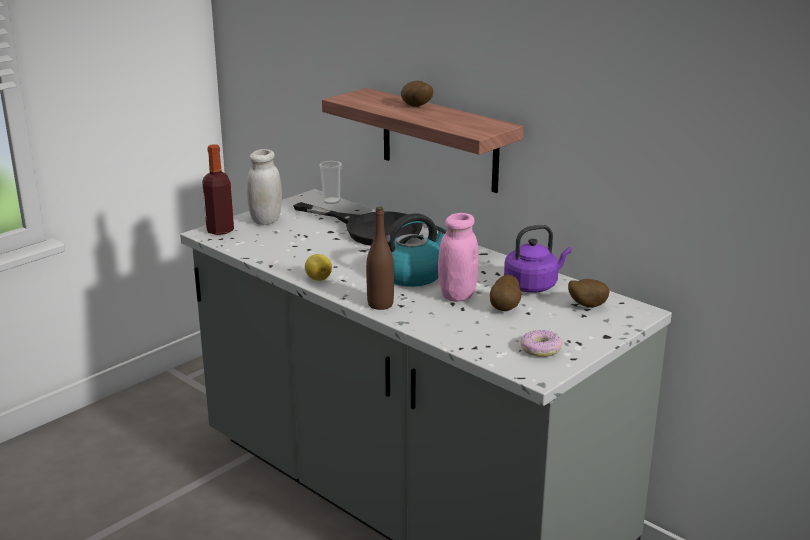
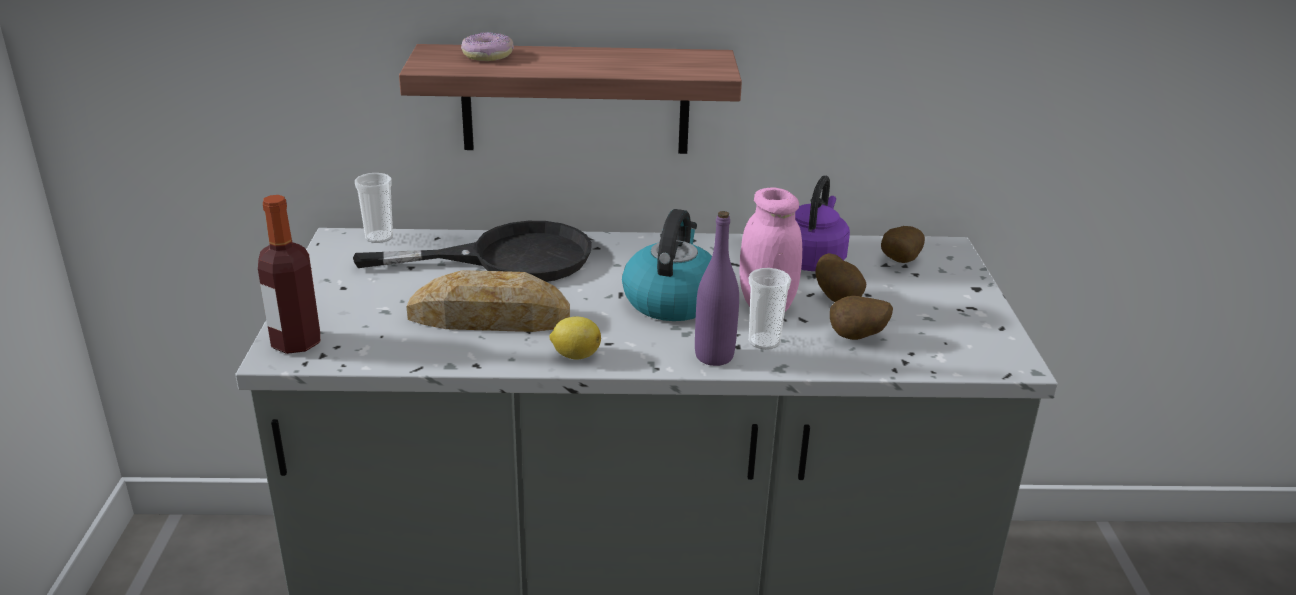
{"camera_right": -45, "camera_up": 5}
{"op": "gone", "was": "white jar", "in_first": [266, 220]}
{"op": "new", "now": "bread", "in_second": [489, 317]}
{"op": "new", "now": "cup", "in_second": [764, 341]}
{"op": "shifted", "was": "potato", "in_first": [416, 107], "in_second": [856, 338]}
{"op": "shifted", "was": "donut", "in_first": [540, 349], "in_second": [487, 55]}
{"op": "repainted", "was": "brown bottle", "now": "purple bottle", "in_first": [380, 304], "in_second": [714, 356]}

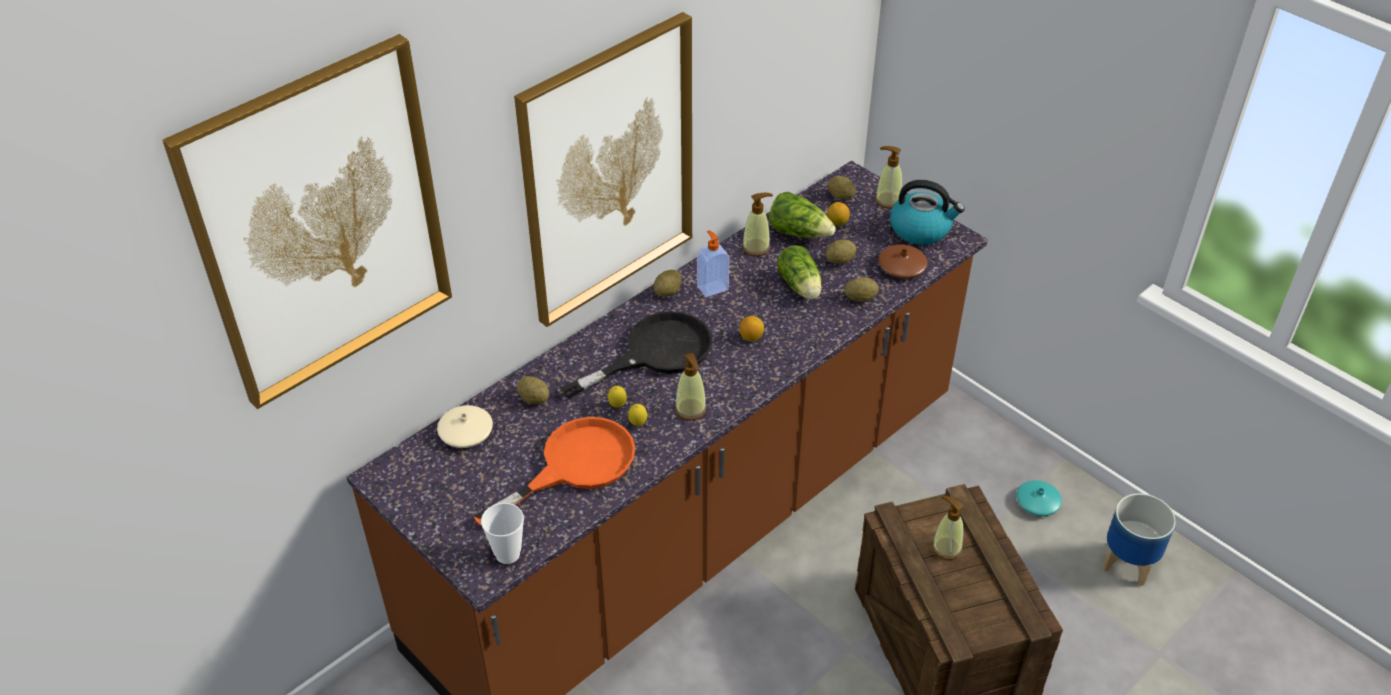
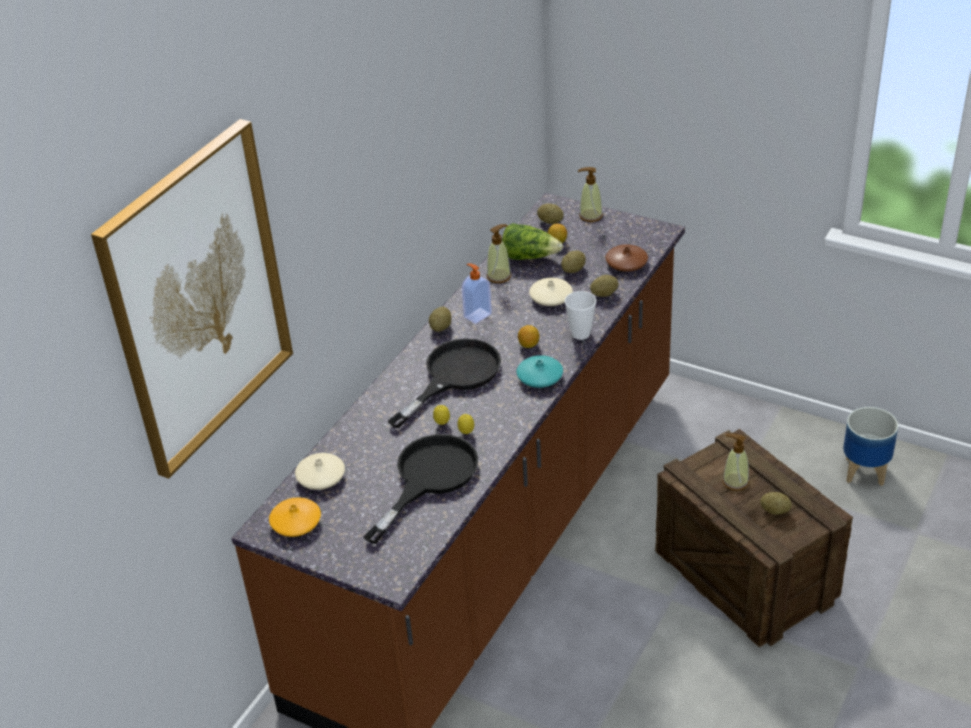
{"camera_right": -15, "camera_up": -5}
{"op": "gone", "was": "picture", "in_first": [608, 171]}
{"op": "gone", "was": "soap dispenser", "in_first": [690, 409]}
{"op": "gone", "was": "kettle", "in_first": [921, 229]}
{"op": "new", "now": "orange vase", "in_second": [296, 523]}
{"op": "shifted", "was": "cup", "in_first": [507, 554], "in_second": [580, 334]}
{"op": "shifted", "was": "potato", "in_first": [534, 399], "in_second": [775, 511]}
{"op": "shifted", "was": "turquoise vase", "in_first": [1037, 502], "in_second": [540, 377]}
{"op": "swapped", "was": "lettuce", "now": "beige vase", "in_first": [800, 287], "in_second": [551, 297]}
{"op": "repainted", "was": "orange frying pan", "now": "black frying pan", "in_first": [574, 466], "in_second": [429, 478]}

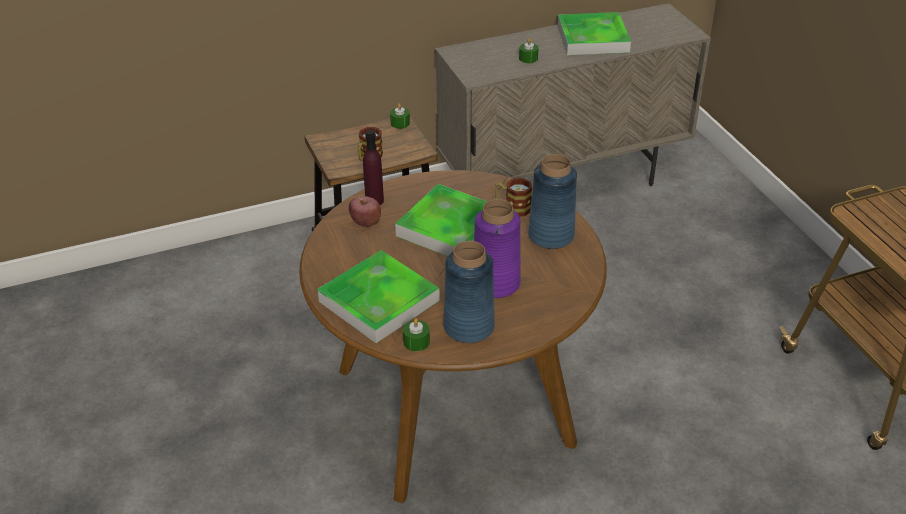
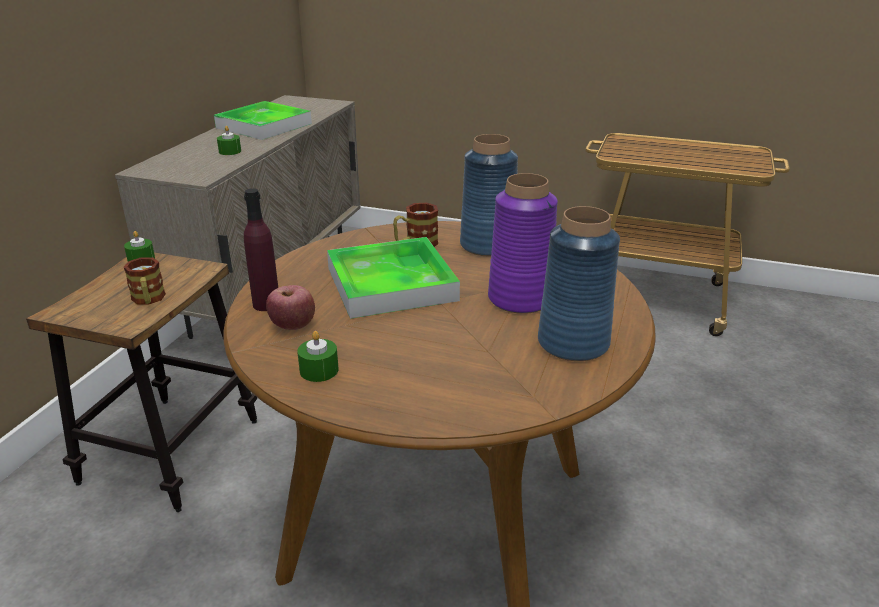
{"camera_right": -50, "camera_up": -10}
{"op": "gone", "was": "tray", "in_first": [379, 301]}
{"op": "shifted", "was": "green candle", "in_first": [416, 342], "in_second": [319, 370]}

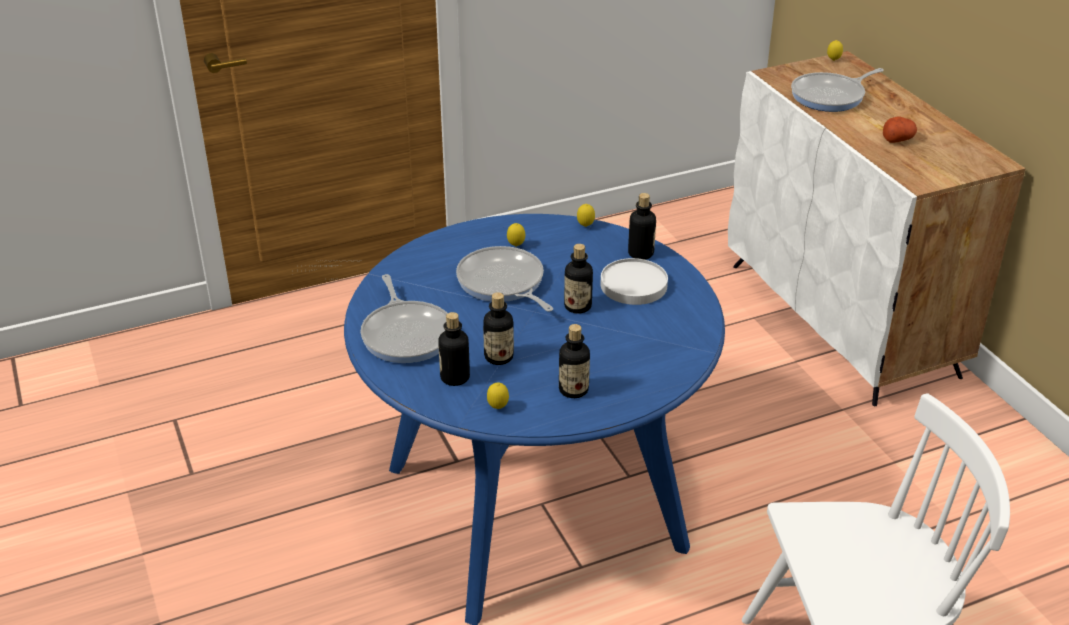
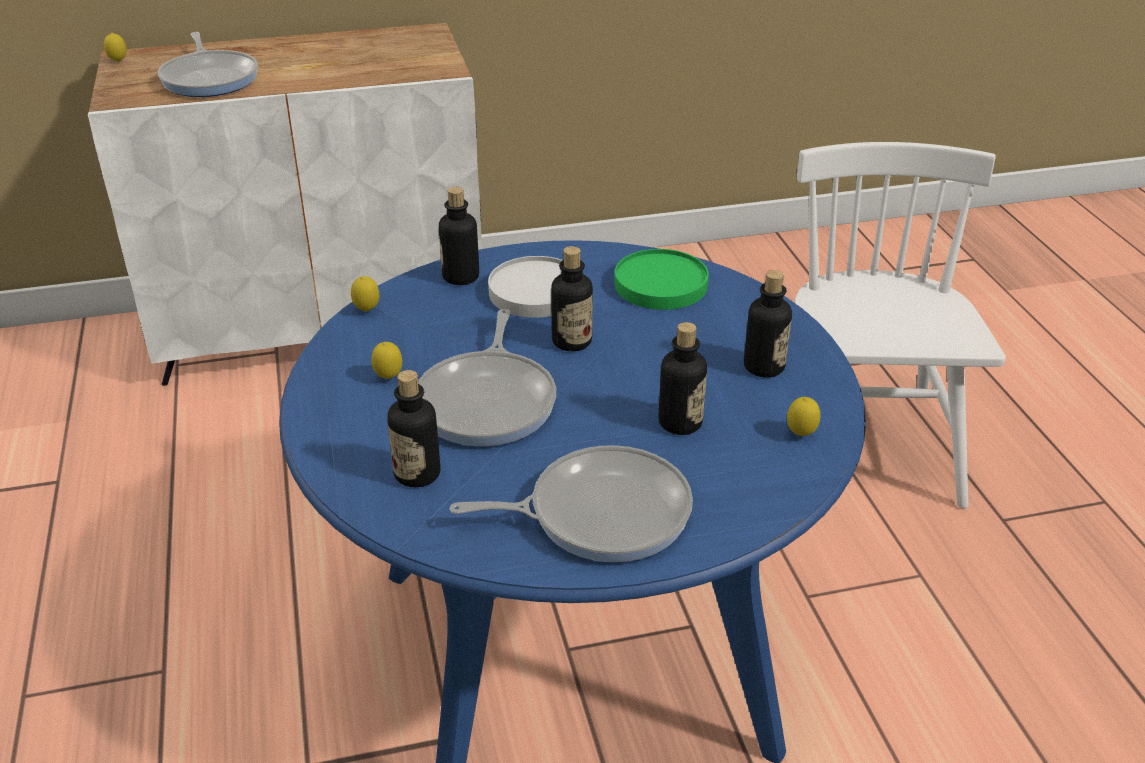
{"camera_right": -80, "camera_up": 0}
{"op": "gone", "was": "potato", "in_first": [897, 139]}
{"op": "new", "now": "green plate", "in_second": [660, 284]}
{"op": "shifted", "was": "bottle", "in_first": [455, 377], "in_second": [417, 474]}
{"op": "rotated", "was": "frying pan", "in_first": [502, 283], "in_second": [488, 401], "clockwise": -60}

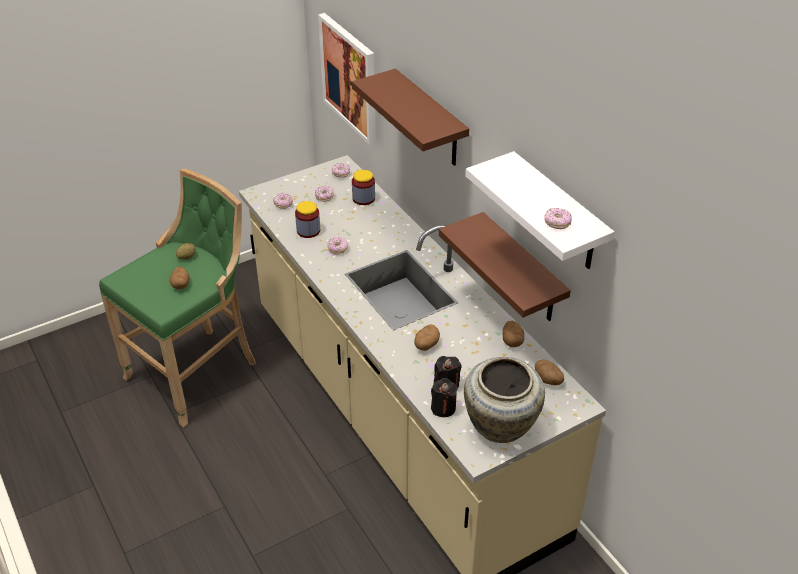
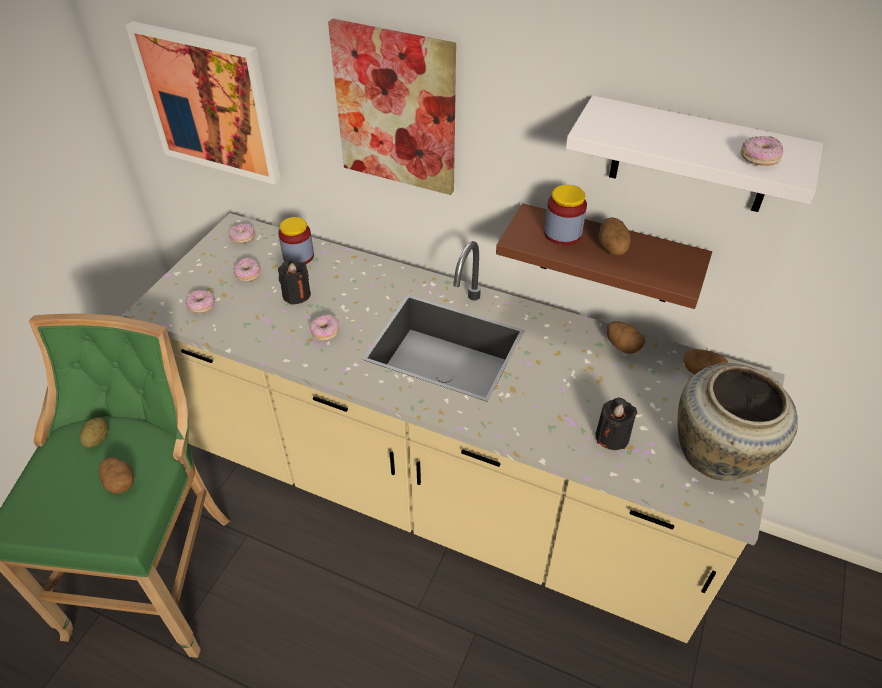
{"camera_right": -35, "camera_up": 5}
{"op": "shifted", "was": "jar", "in_first": [308, 231], "in_second": [562, 233]}
{"op": "shifted", "was": "potato", "in_first": [426, 345], "in_second": [612, 249]}
{"op": "shifted", "was": "black candle", "in_first": [443, 408], "in_second": [296, 295]}
{"op": "swapped", "was": "brown shelf", "now": "picture", "in_first": [430, 120], "in_second": [396, 109]}

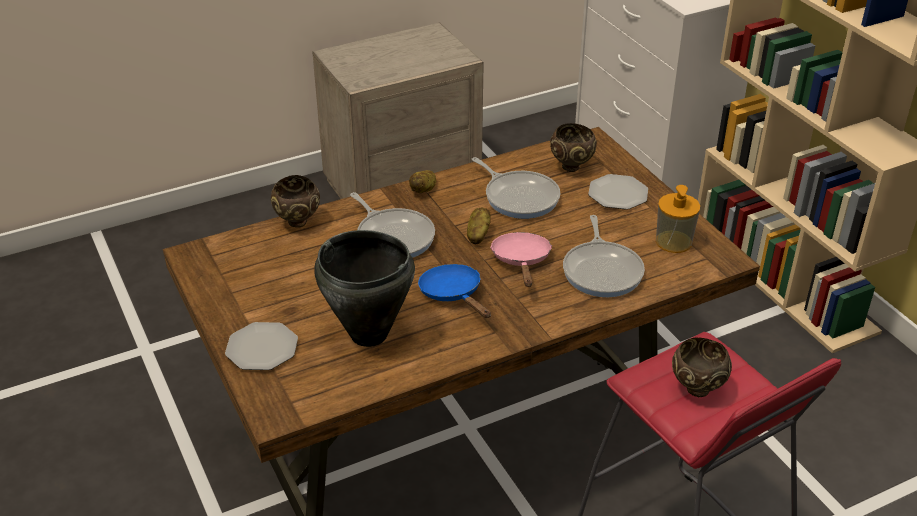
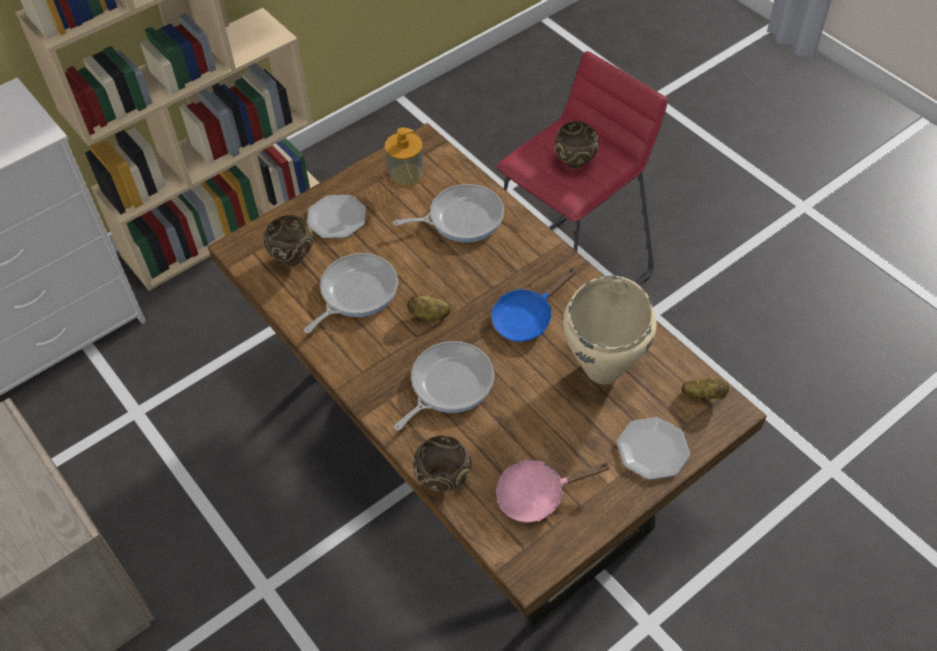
{"camera_right": -100, "camera_up": 15}
{"op": "shifted", "was": "potato", "in_first": [424, 190], "in_second": [703, 395]}
{"op": "shifted", "was": "pink frying pan", "in_first": [521, 261], "in_second": [537, 494]}
{"op": "repainted", "was": "black cooking pot", "now": "beige cooking pot", "in_first": [369, 335], "in_second": [603, 369]}

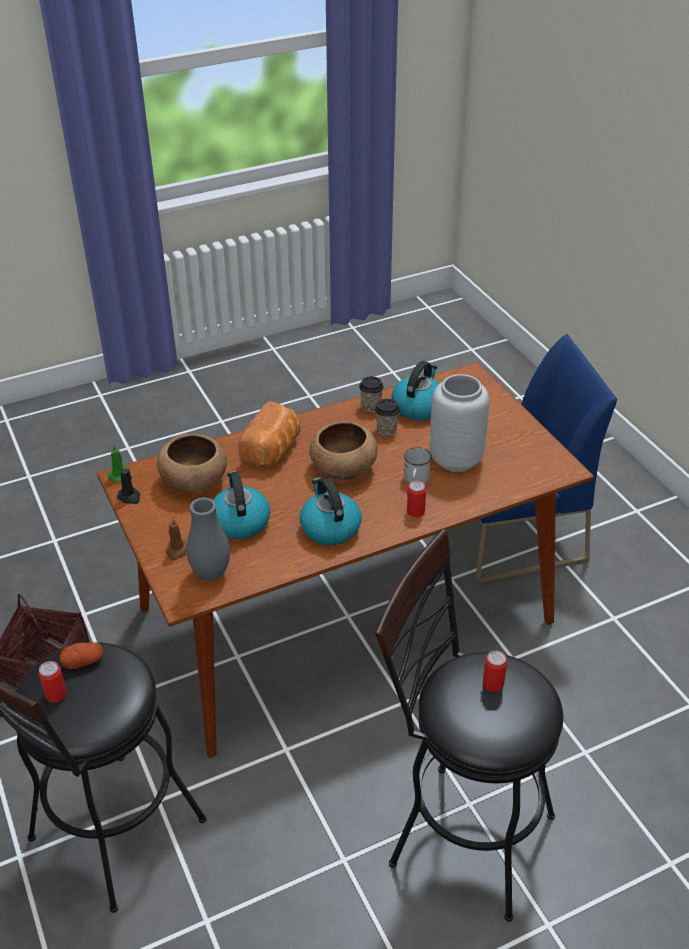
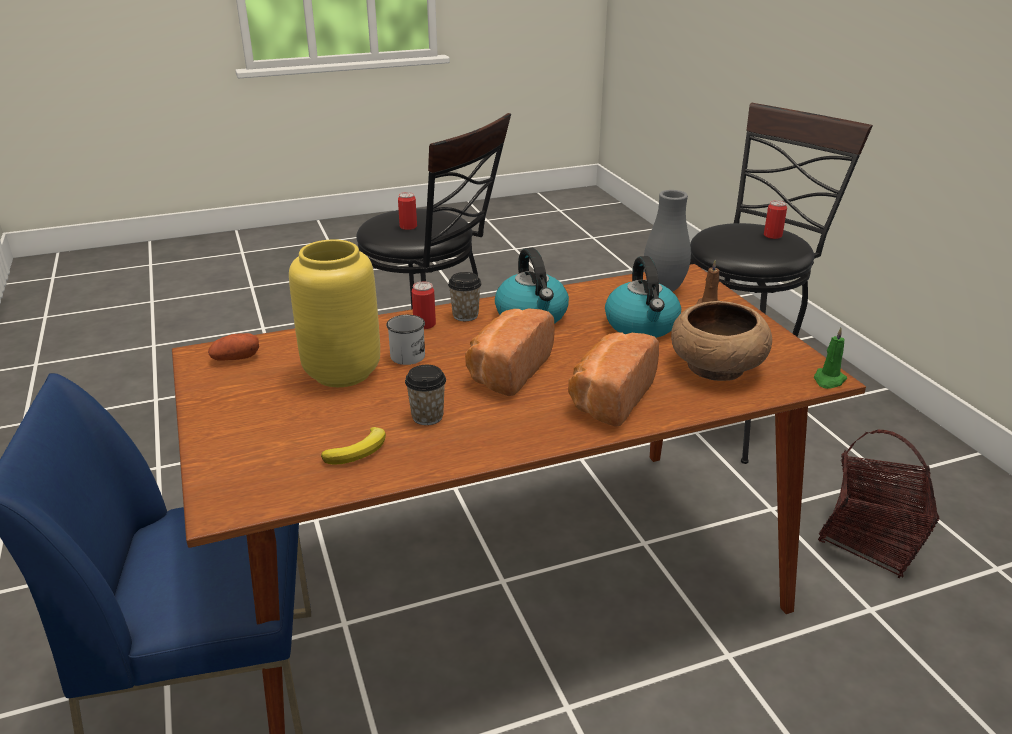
{"camera_right": -175, "camera_up": -10}
{"op": "gone", "was": "black candle", "in_first": [129, 497]}
{"op": "shifted", "was": "potato", "in_first": [83, 661], "in_second": [235, 358]}
{"op": "shifted", "was": "cup", "in_first": [371, 407], "in_second": [465, 315]}
{"op": "swapped", "was": "brown bowl", "now": "bread", "in_first": [343, 468], "in_second": [507, 371]}
{"op": "swapped", "was": "kettle", "now": "banana", "in_first": [418, 406], "in_second": [359, 451]}
{"op": "repainted", "was": "grey vase", "now": "yellow vase", "in_first": [455, 460], "in_second": [344, 372]}

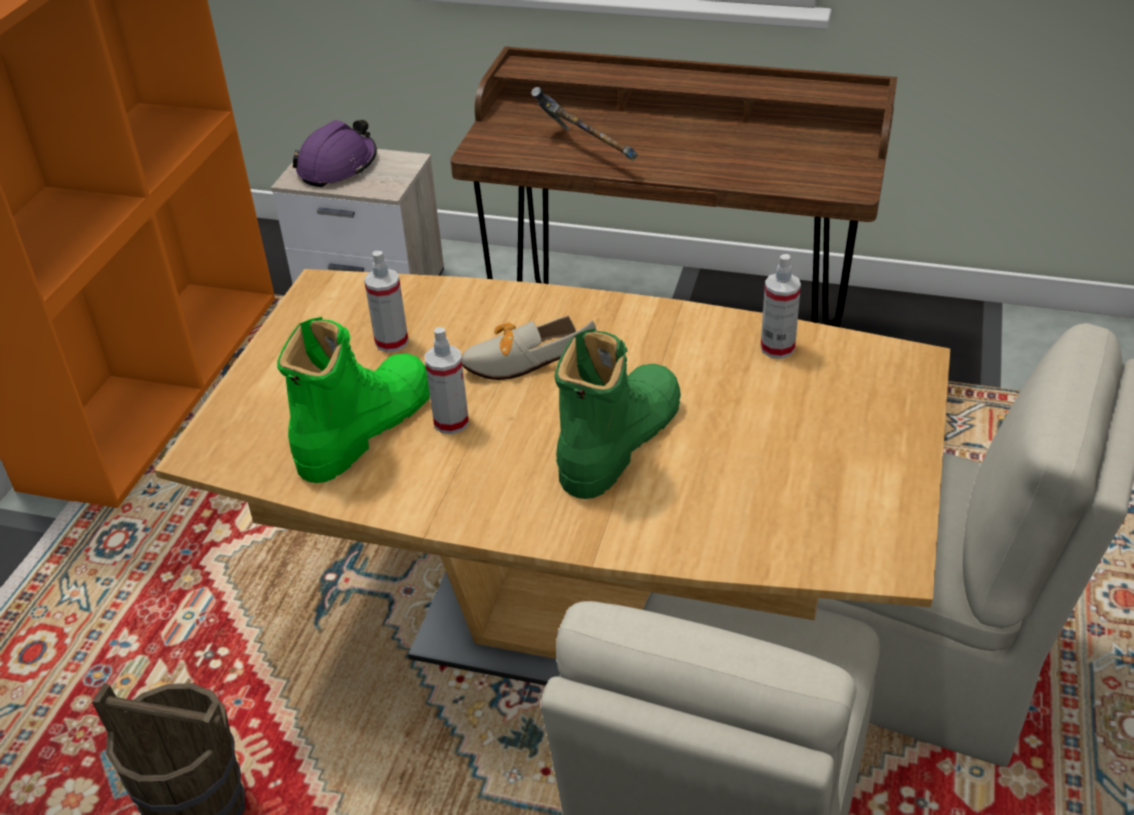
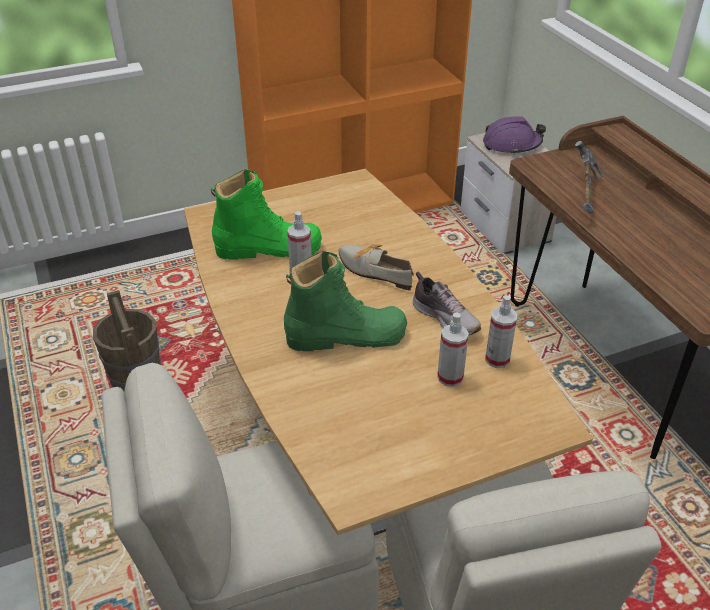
{"camera_right": 50, "camera_up": 0}
{"op": "new", "now": "shoe", "in_second": [445, 318]}
{"op": "shifted", "was": "spray bottle", "in_first": [391, 342], "in_second": [450, 377]}

